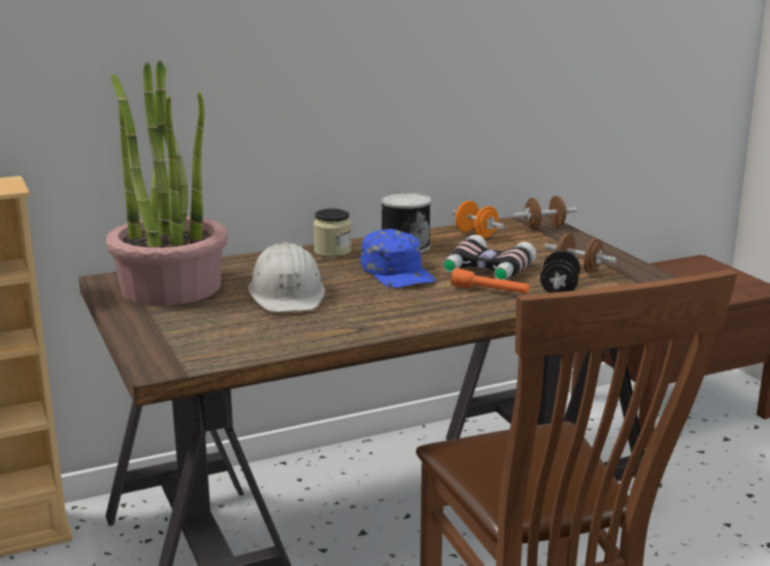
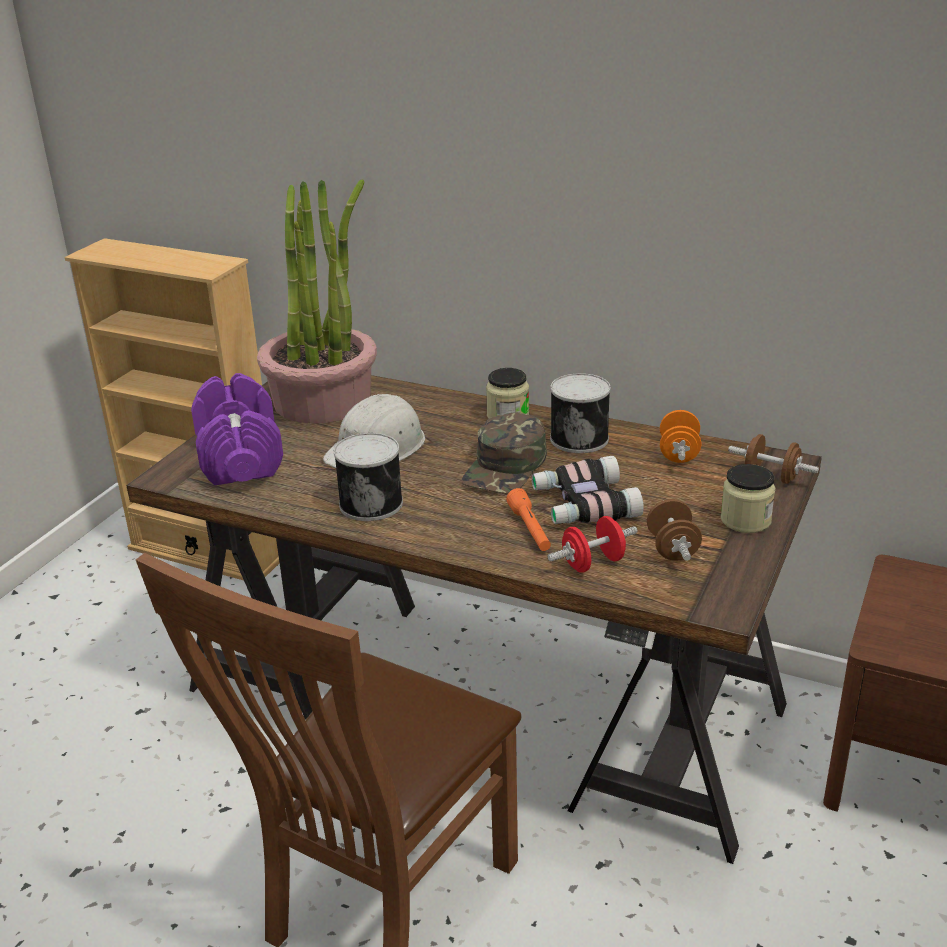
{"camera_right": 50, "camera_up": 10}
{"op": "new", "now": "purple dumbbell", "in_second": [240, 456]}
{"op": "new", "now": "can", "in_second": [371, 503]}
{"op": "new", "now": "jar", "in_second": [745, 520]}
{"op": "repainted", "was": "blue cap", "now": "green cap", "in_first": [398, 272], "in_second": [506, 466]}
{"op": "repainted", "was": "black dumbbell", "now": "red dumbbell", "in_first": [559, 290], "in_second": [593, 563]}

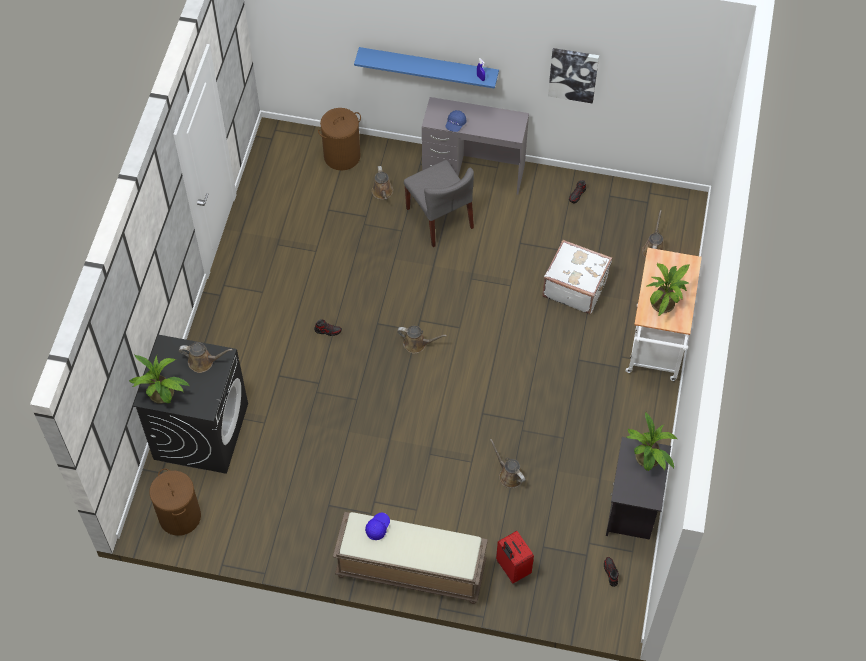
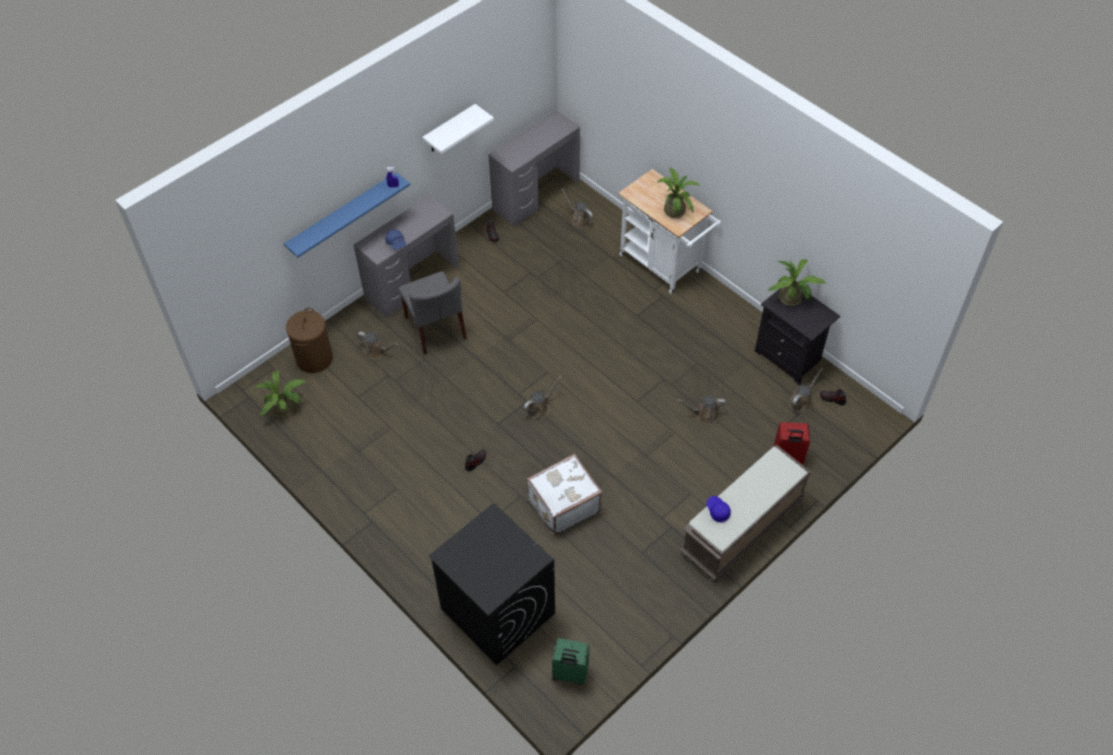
{"camera_right": -55, "camera_up": -5}
{"op": "new", "now": "grey desk", "in_second": [536, 195]}
{"op": "shifted", "was": "potted plant", "in_first": [163, 396], "in_second": [286, 409]}
{"op": "shifted", "was": "brown watering can", "in_first": [203, 362], "in_second": [801, 401]}
{"op": "shifted", "was": "white suitcase", "in_first": [575, 286], "in_second": [563, 504]}
{"op": "swapped", "was": "brown laundry basket", "now": "green suitcase", "in_first": [179, 516], "in_second": [570, 674]}
{"op": "swapped", "was": "picture", "now": "white shelf", "in_first": [573, 74], "in_second": [449, 129]}
{"op": "rotated", "was": "grey chair", "in_first": [440, 218], "in_second": [435, 328], "clockwise": 60}

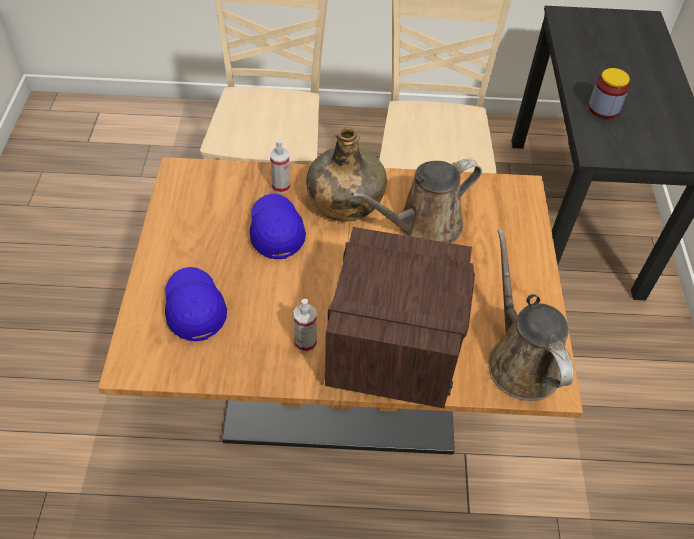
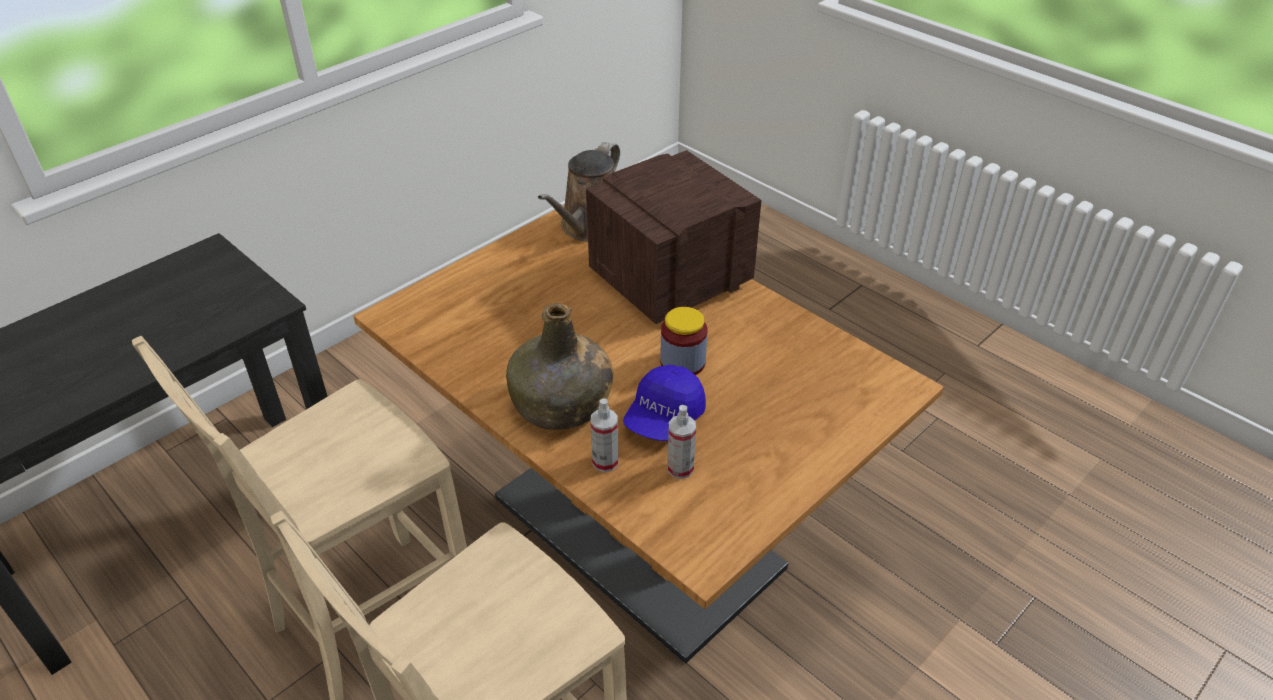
{"camera_right": -135, "camera_up": -10}
{"op": "gone", "was": "blue cap", "in_first": [195, 309]}
{"op": "gone", "was": "brown watering can", "in_first": [423, 226]}
{"op": "shifted", "was": "spray bottle", "in_first": [305, 342], "in_second": [680, 468]}
{"op": "shifted", "was": "jar", "in_first": [603, 108], "in_second": [682, 362]}

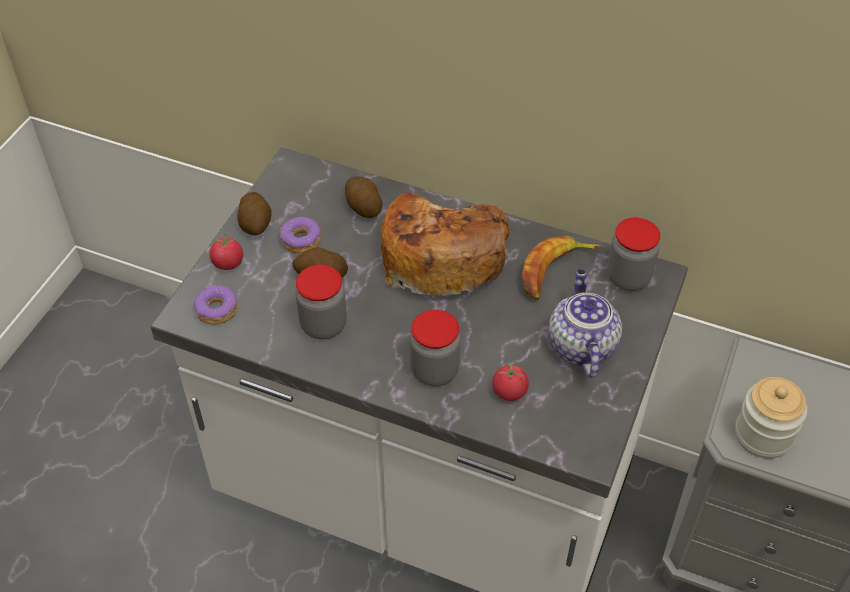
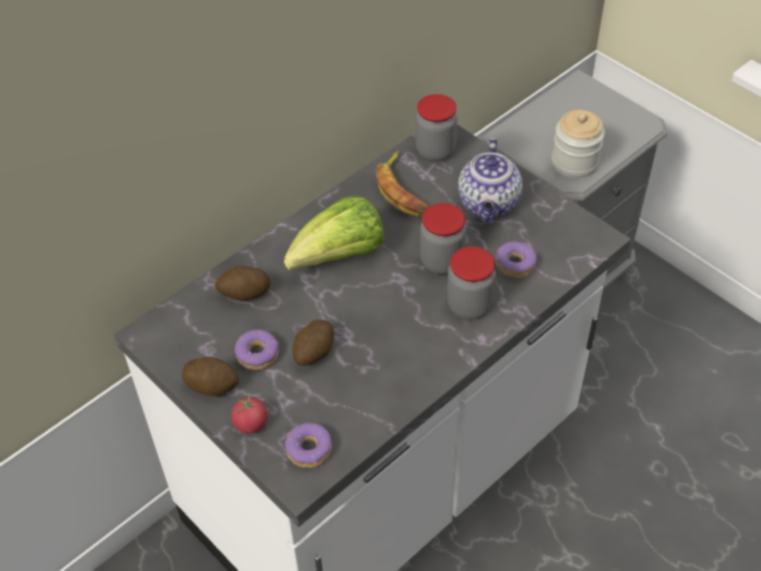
{"camera_right": -65, "camera_up": 0}
{"op": "shifted", "was": "jar", "in_first": [323, 325], "in_second": [442, 261]}
{"op": "swapped", "was": "bread", "now": "lettuce", "in_first": [441, 254], "in_second": [339, 257]}
{"op": "swapped", "was": "tomato", "now": "donut", "in_first": [509, 391], "in_second": [515, 264]}
{"op": "rotated", "was": "teapot", "in_first": [580, 345], "in_second": [489, 204], "clockwise": -105}

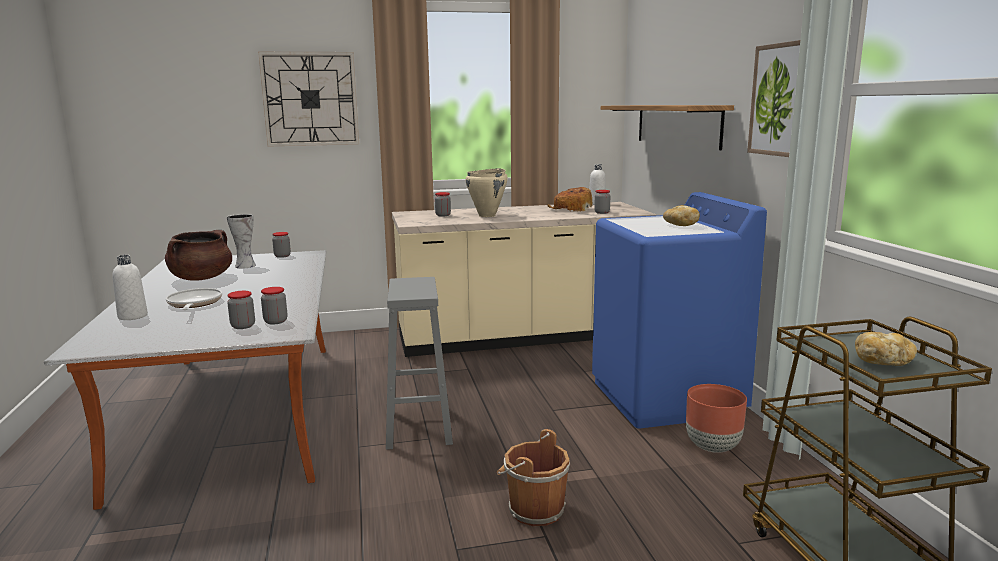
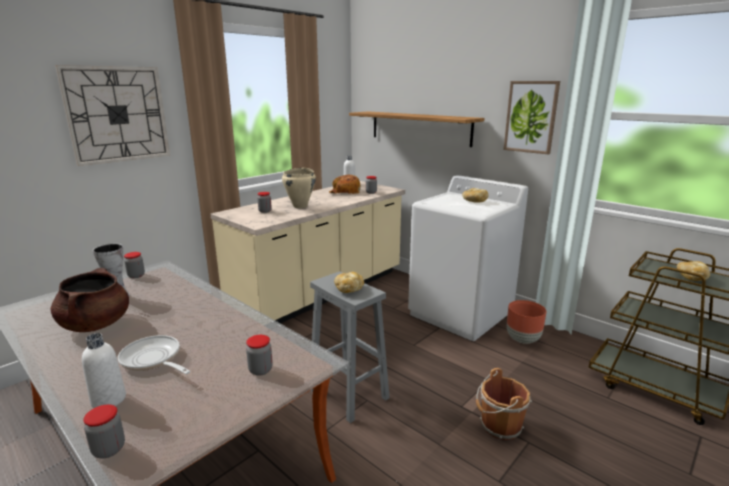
{"camera_right": -35, "camera_up": 5}
{"op": "new", "now": "bread", "in_second": [349, 289]}
{"op": "shifted", "was": "jar", "in_first": [275, 321], "in_second": [109, 449]}
{"op": "repainted", "was": "blue washing machine", "now": "white washing machine", "in_first": [666, 398], "in_second": [461, 313]}

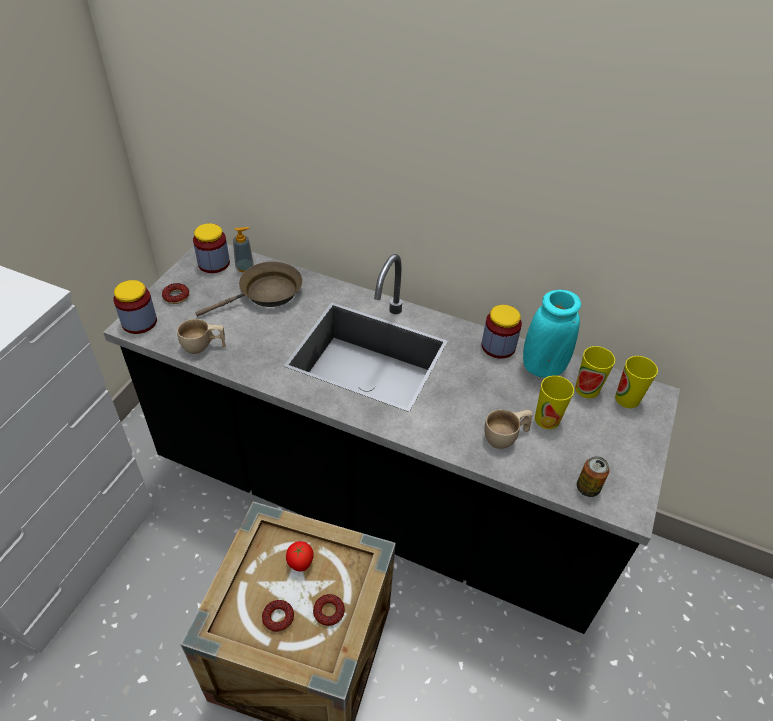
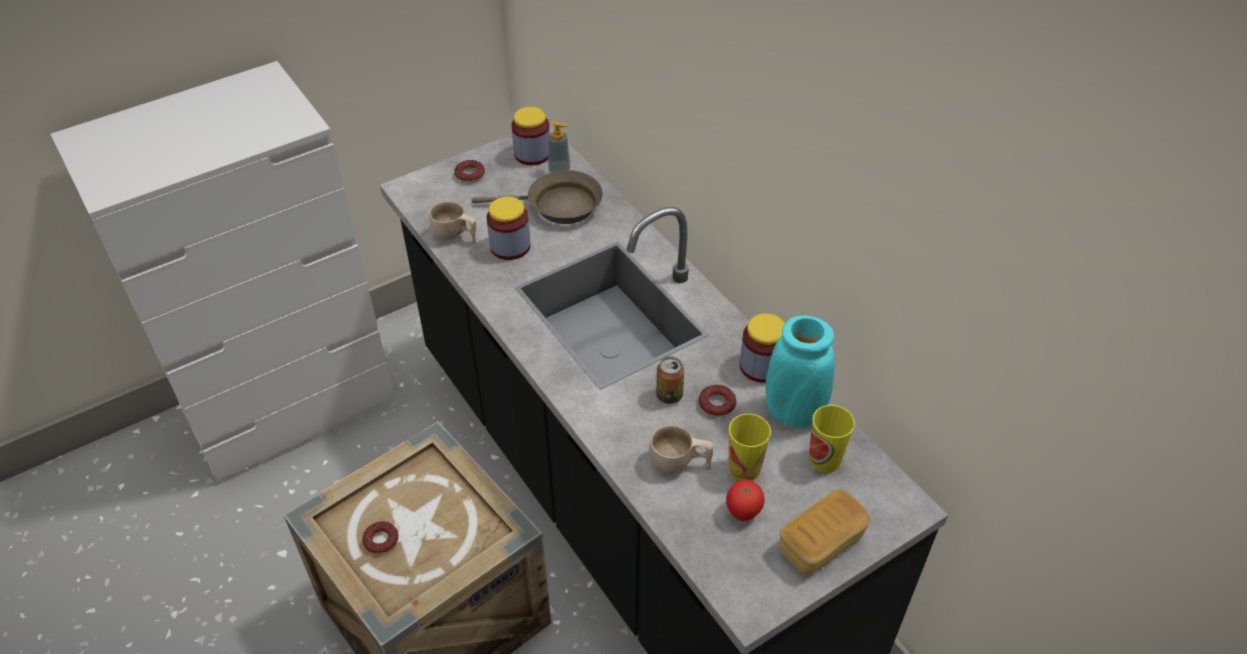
{"camera_right": 35, "camera_up": 0}
{"op": "gone", "was": "cup", "in_first": [627, 399]}
{"op": "new", "now": "bread", "in_second": [821, 543]}
{"op": "shifted", "was": "jar", "in_first": [139, 322], "in_second": [510, 246]}
{"op": "shifted", "was": "tomato", "in_first": [300, 564], "in_second": [742, 512]}
{"op": "shifted", "was": "donut", "in_first": [329, 612], "in_second": [717, 404]}
{"op": "shifted", "was": "can", "in_first": [587, 488], "in_second": [669, 395]}

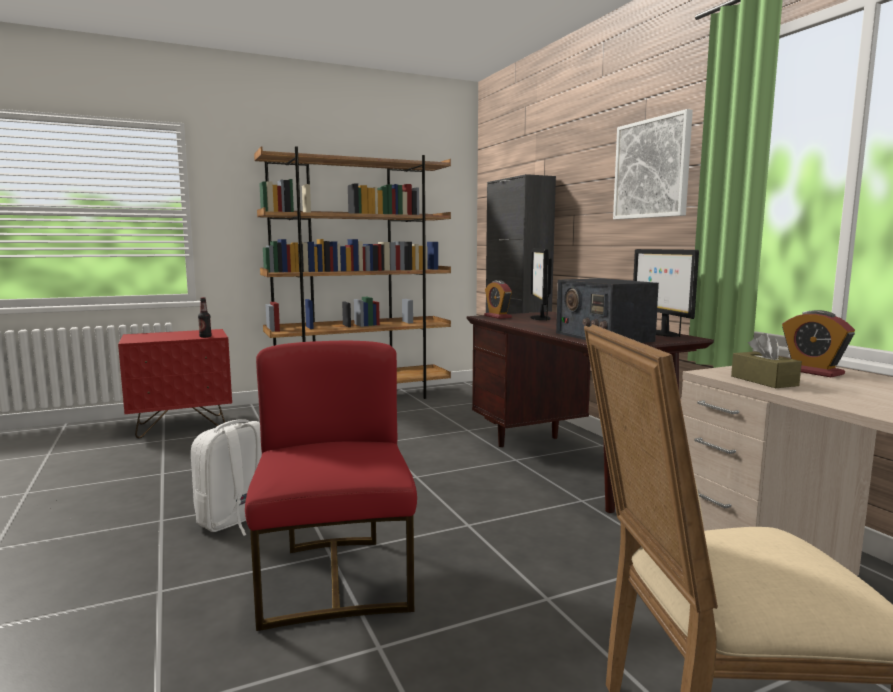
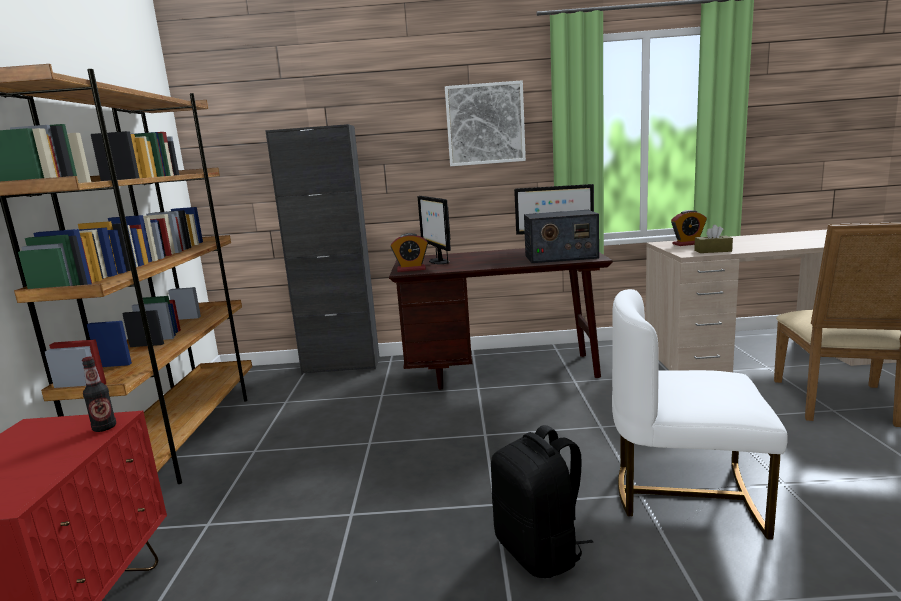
{"camera_right": -65, "camera_up": 5}
{"op": "repainted", "was": "white backpack", "now": "black backpack", "in_first": [236, 520], "in_second": [540, 551]}
{"op": "repainted", "was": "red chair", "now": "white chair", "in_first": [336, 579], "in_second": [685, 494]}
{"op": "rotated", "was": "monitor", "in_first": [539, 318], "in_second": [438, 261], "clockwise": 45}

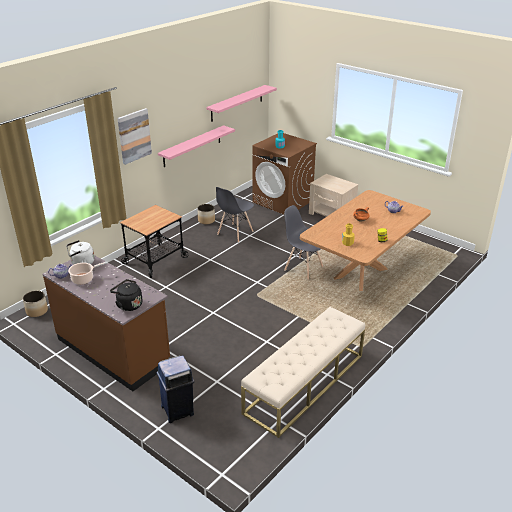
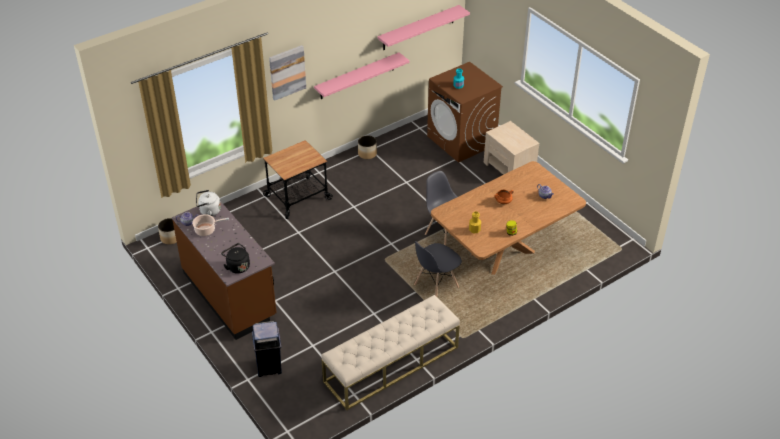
{"camera_right": 15, "camera_up": 10}
{"op": "shifted", "was": "grey chair", "in_first": [235, 233], "in_second": [436, 286]}

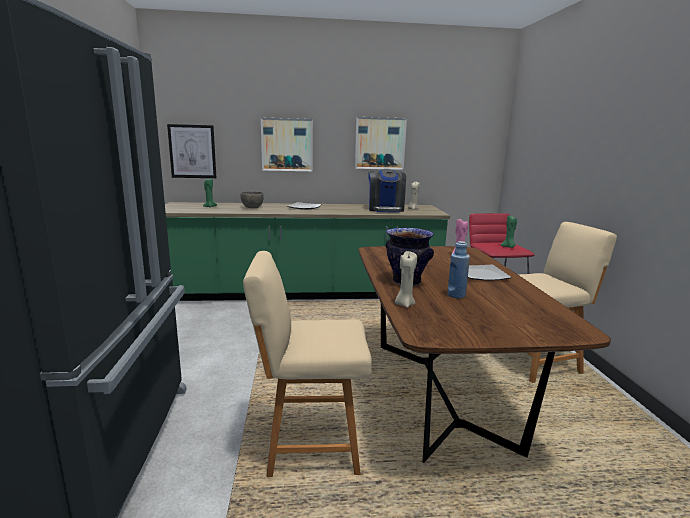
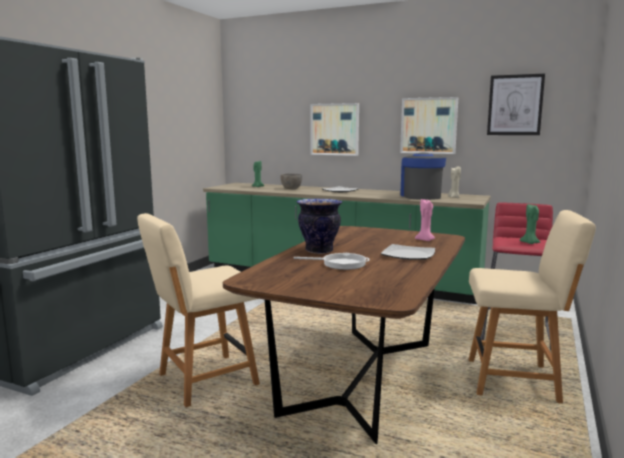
{"camera_right": 30, "camera_up": -5}
{"op": "gone", "was": "beige candle", "in_first": [404, 304]}
{"op": "shifted", "was": "picture", "in_first": [192, 151], "in_second": [515, 105]}
{"op": "swapped", "was": "blue bottle", "now": "frying pan", "in_first": [456, 295], "in_second": [340, 264]}
{"op": "rotated", "was": "beige chair", "in_first": [309, 443], "in_second": [204, 381], "clockwise": -60}
{"op": "rotated", "was": "coffee machine", "in_first": [385, 209], "in_second": [420, 196], "clockwise": 150}

